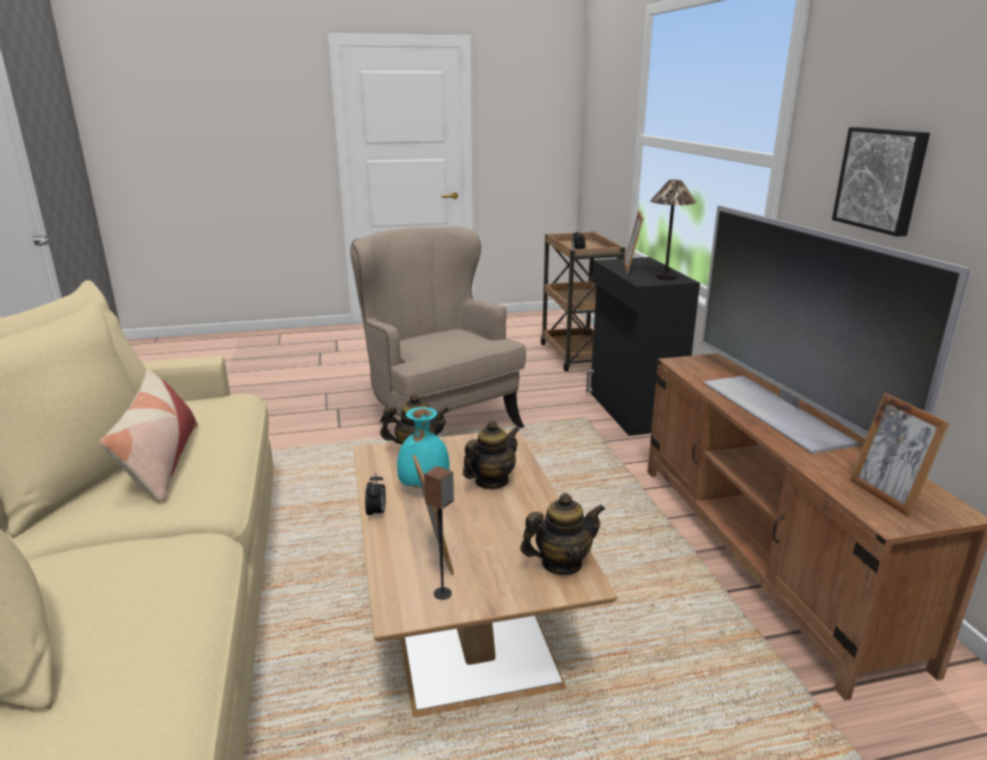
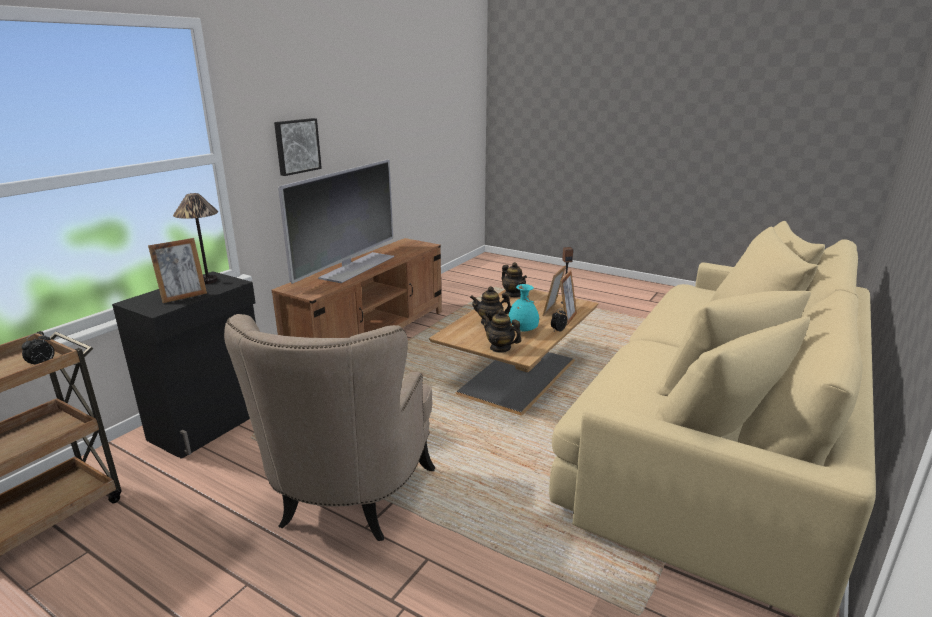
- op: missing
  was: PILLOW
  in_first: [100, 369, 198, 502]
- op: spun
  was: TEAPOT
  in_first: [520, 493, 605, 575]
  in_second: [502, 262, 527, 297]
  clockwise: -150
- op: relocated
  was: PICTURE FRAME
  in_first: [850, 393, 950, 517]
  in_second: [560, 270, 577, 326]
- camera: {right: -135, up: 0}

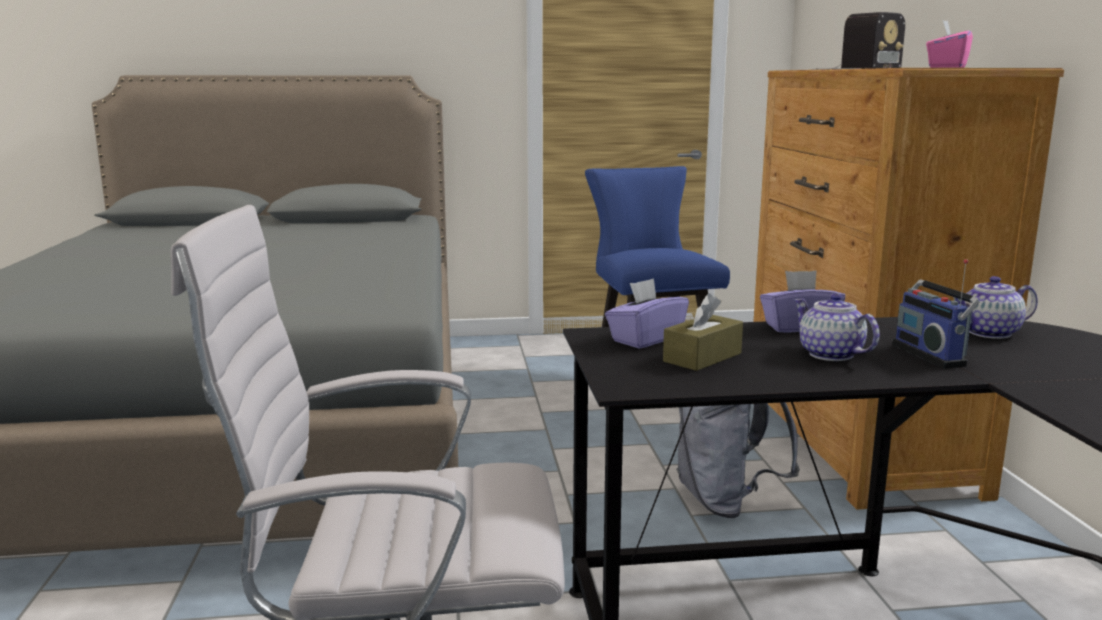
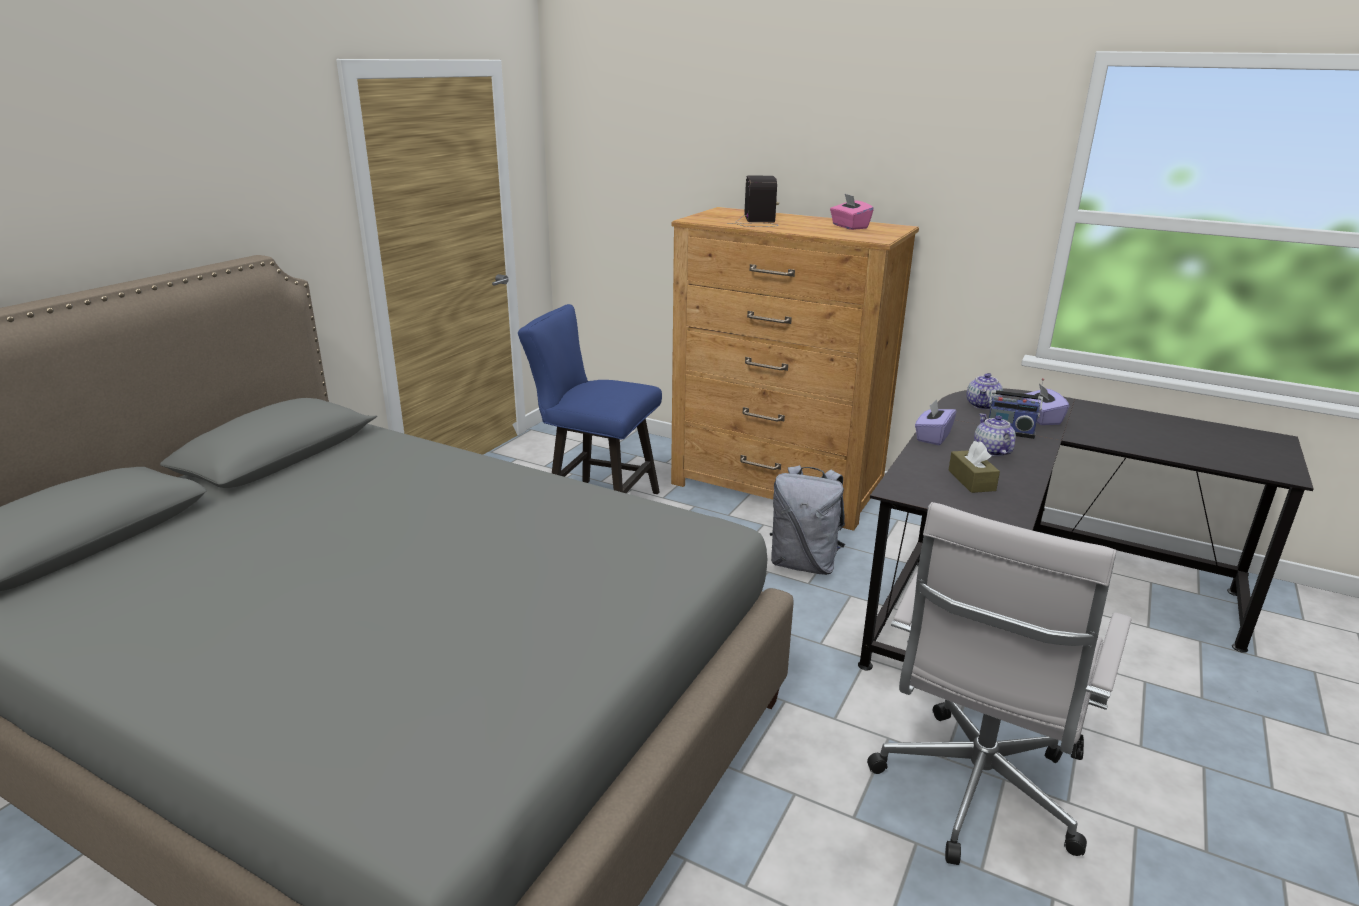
- op: relocated
  was: PURPLE TISSUE BOX
  in_first: [605, 278, 689, 349]
  in_second: [1021, 383, 1070, 425]
- op: spun
  was: TEAPOT
  in_first: [794, 293, 880, 361]
  in_second: [974, 414, 1016, 457]
  clockwise: 75
- camera: {right: -55, up: 10}

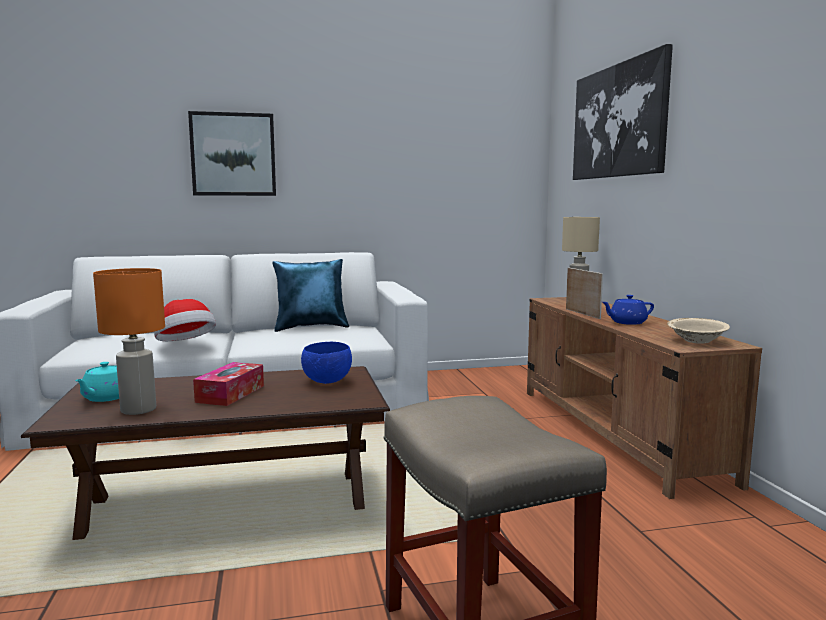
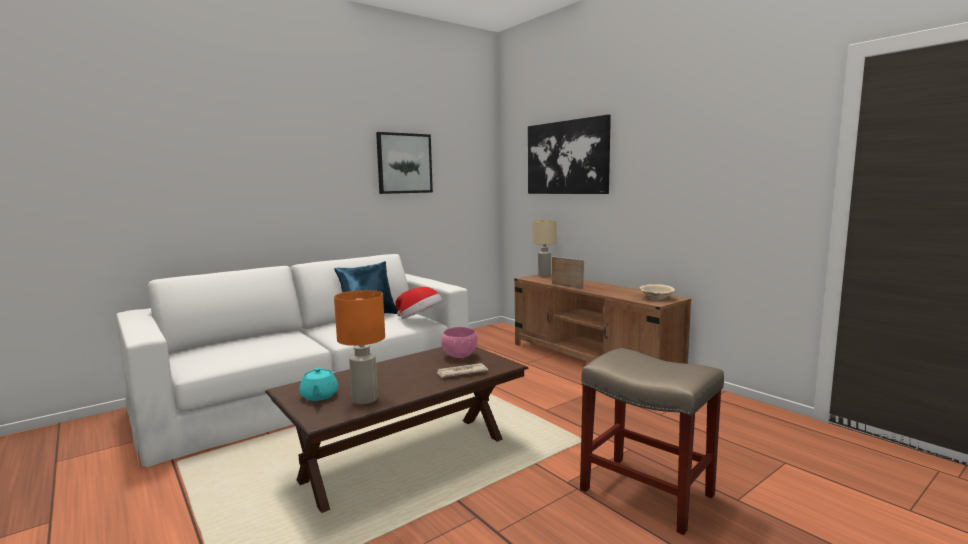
- op: relocated
  was: HAT
  in_first: [154, 299, 216, 341]
  in_second: [396, 287, 443, 319]
- op: relocated
  was: PICTURE
  in_first: [188, 111, 276, 196]
  in_second: [376, 132, 433, 194]
- op: missing
  was: TISSUE BOX
  in_first: [193, 362, 264, 406]
- op: colour
  was: BLUE BOWL
  now: PINK BOWL
  in_first: [301, 342, 352, 384]
  in_second: [441, 327, 478, 358]
- op: missing
  was: BLUE TEAPOT
  in_first: [602, 295, 654, 325]
- op: appeared
  now: NEWSPAPER
  in_second: [436, 363, 488, 378]
- camera: {right: -25, up: 0}

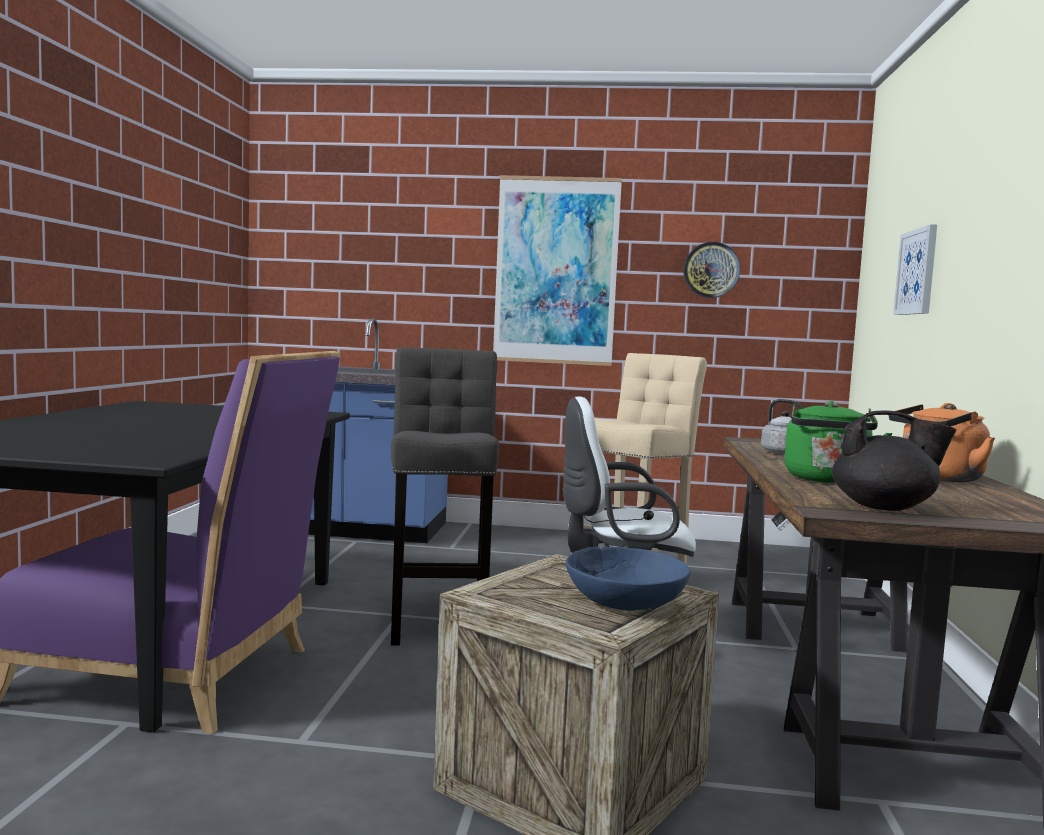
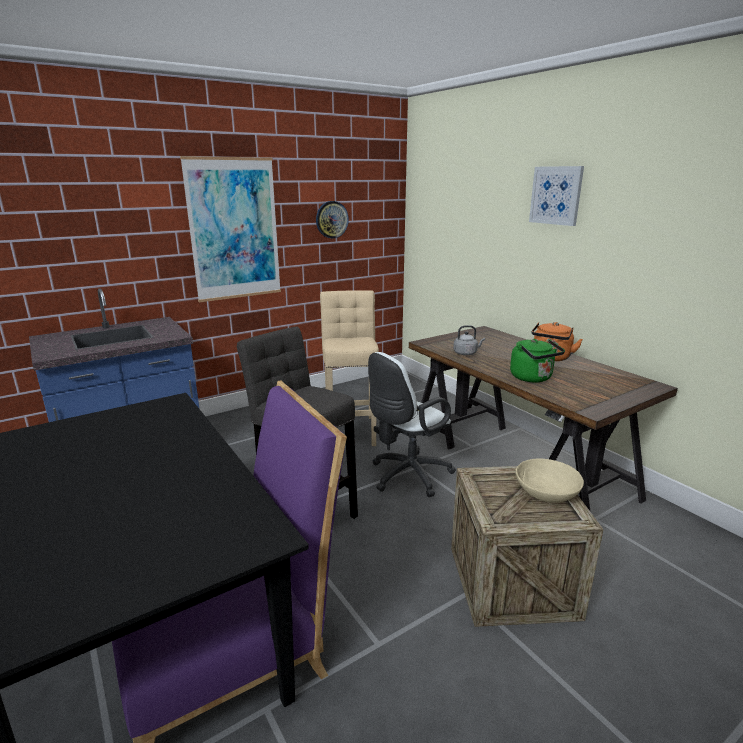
- op: colour
  was: BLUE BOWL
  now: BEIGE BOWL
  in_first: [565, 547, 690, 611]
  in_second: [515, 459, 584, 503]
- op: missing
  was: BLACK TEAPOT
  in_first: [832, 411, 957, 511]
- op: relocated
  was: PICTURE
  in_first: [893, 224, 937, 315]
  in_second: [529, 166, 584, 226]
- camera: {right: -40, up: 15}

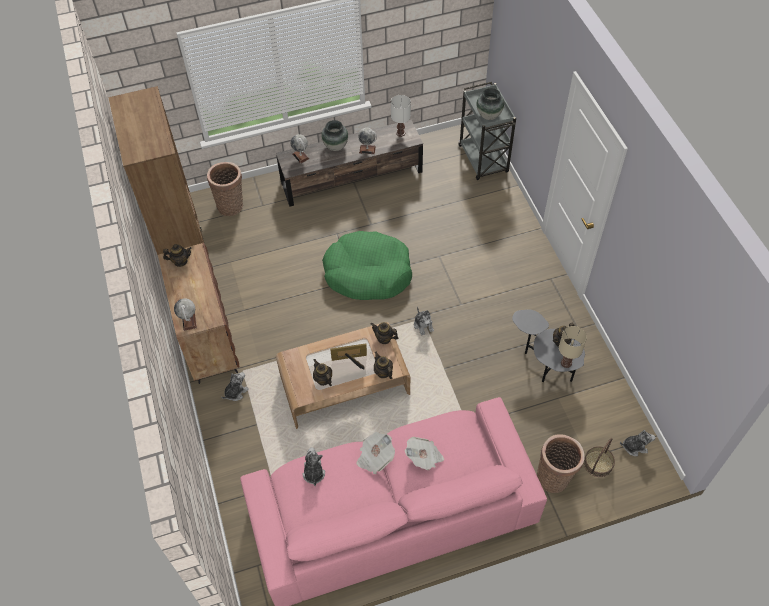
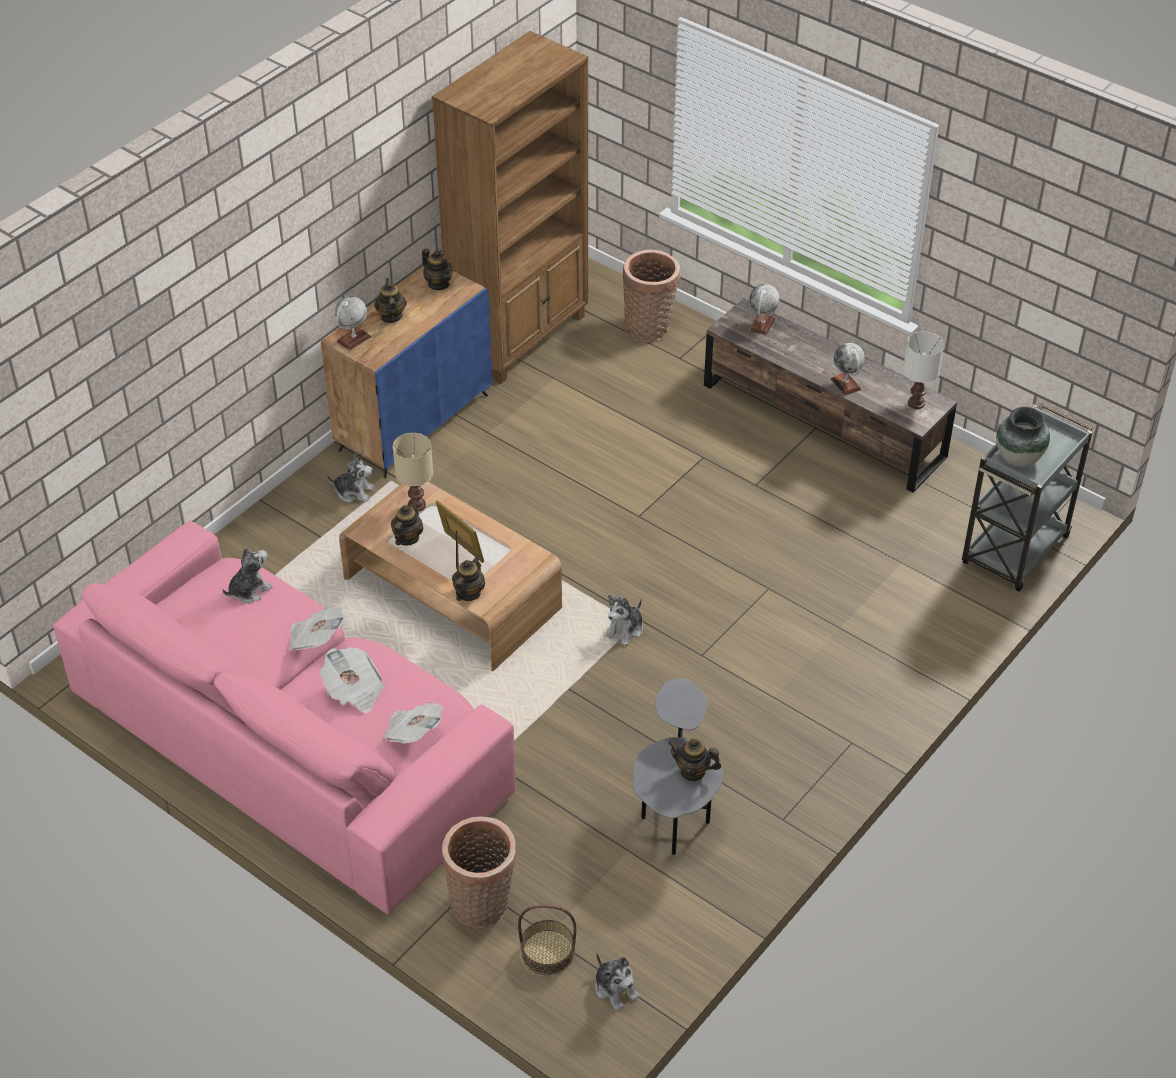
- op: colour
  was: BROWN CABINET
  now: BLUE CABINET
  in_first: [158, 243, 239, 384]
  in_second: [321, 266, 493, 478]
- op: missing
  was: VASE
  in_first: [321, 120, 348, 151]
- op: missing
  was: GREEN DOG BED
  in_first: [322, 231, 412, 300]
- op: relocated
  was: TEAPOT
  in_first: [371, 322, 398, 344]
  in_second: [374, 278, 407, 323]
- op: relocated
  was: BEIGE TABLE LAMP
  in_first: [559, 326, 587, 368]
  in_second: [393, 433, 433, 511]
- op: appeared
  now: NEWSPAPER
  in_second: [383, 702, 444, 744]
- camera: {right: 55, up: -10}

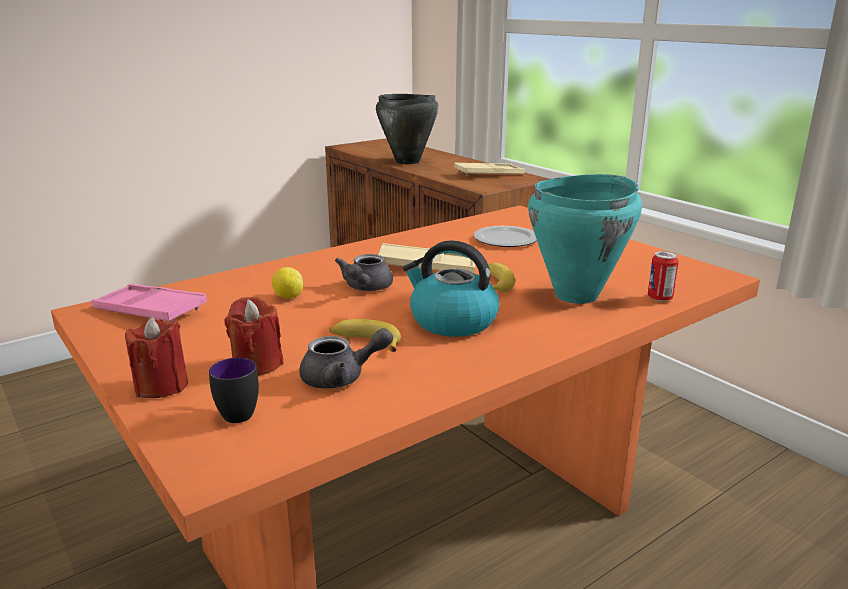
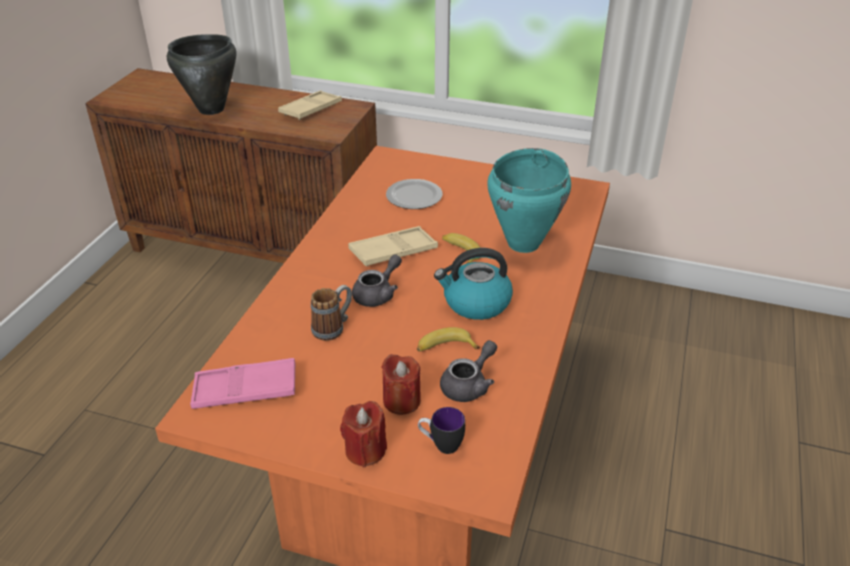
- op: exchanged
  was: LEMON
  now: MUG
  in_first: [272, 267, 303, 299]
  in_second: [311, 285, 352, 341]
- op: spun
  was: GREY TEAPOT
  in_first: [335, 254, 393, 291]
  in_second: [352, 254, 402, 307]
  clockwise: -120
- op: missing
  was: CAN
  in_first: [648, 251, 679, 302]
- camera: {right: -35, up: 15}

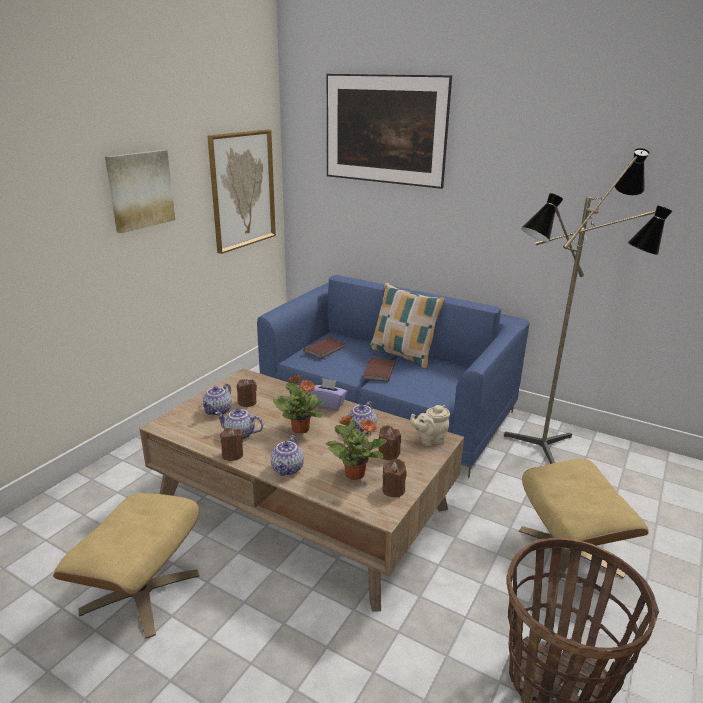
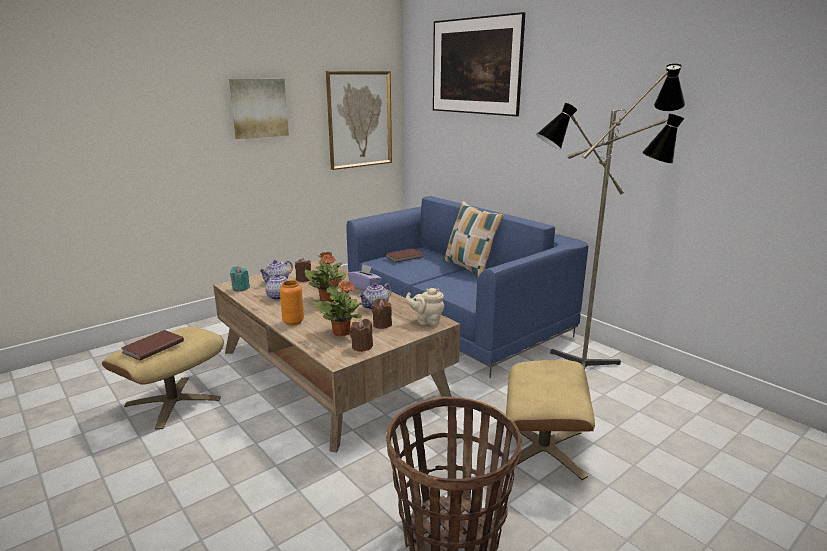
- op: missing
  was: BROWN CANDLE
  in_first: [220, 428, 243, 461]
- op: exchanged
  was: TEAPOT
  now: ORANGE VASE
  in_first: [271, 435, 304, 476]
  in_second: [280, 280, 304, 326]
- op: relocated
  was: BROWN BOOK
  in_first: [363, 358, 395, 382]
  in_second: [122, 330, 184, 361]
- op: appeared
  now: TURQUOISE CANDLE
  in_second: [230, 266, 250, 291]
- camera: {right: 20, up: -5}

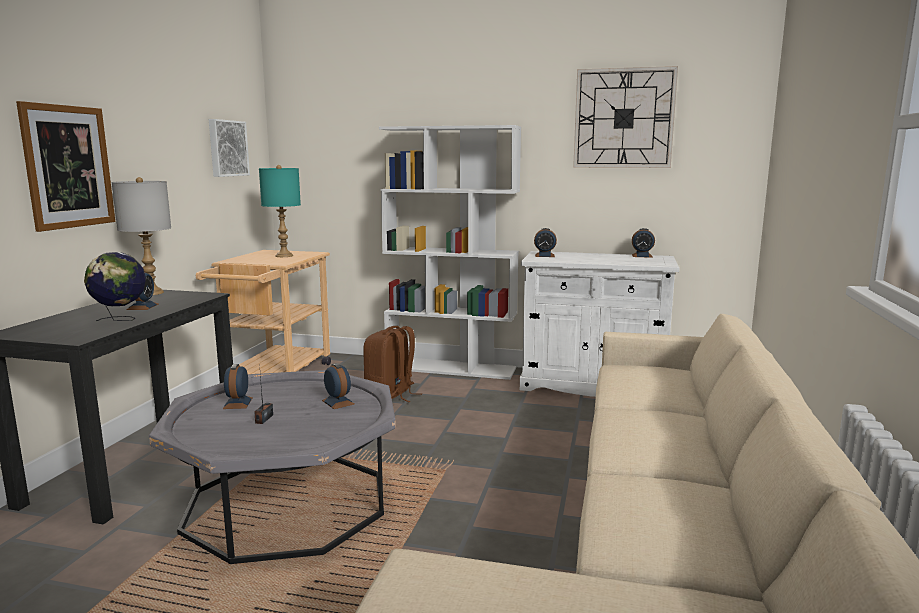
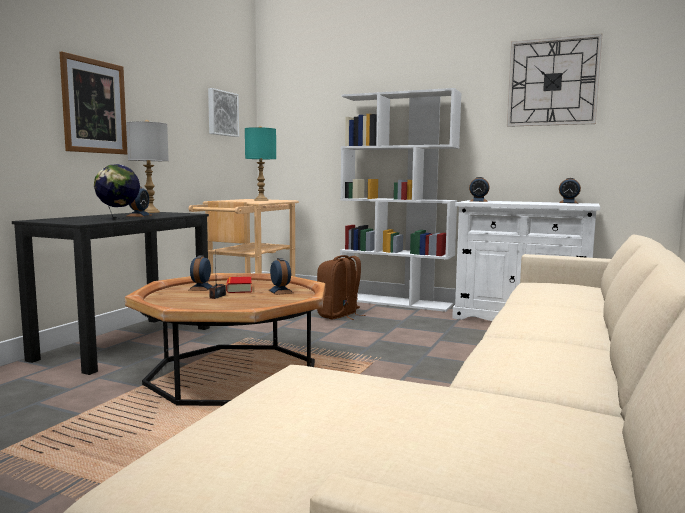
- op: colour
  was: GREY COFFEE TABLE
  now: BROWN COFFEE TABLE
  in_first: [149, 370, 396, 564]
  in_second: [125, 273, 326, 406]
- op: appeared
  now: BOOK
  in_second: [226, 277, 252, 293]
- camera: {right: 10, up: -5}

